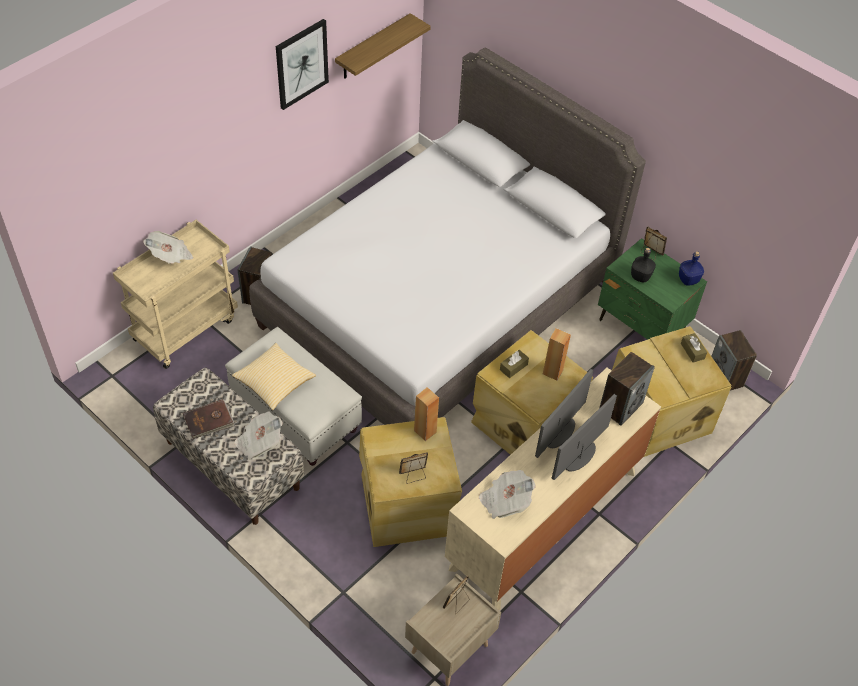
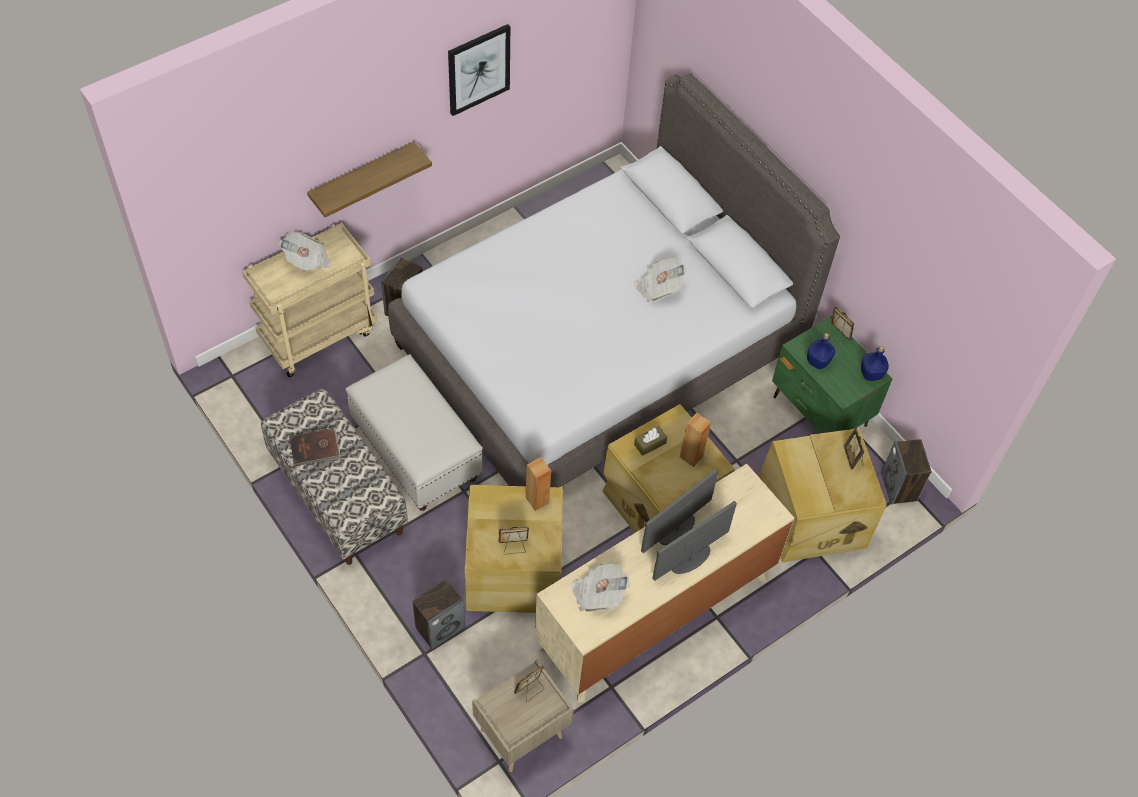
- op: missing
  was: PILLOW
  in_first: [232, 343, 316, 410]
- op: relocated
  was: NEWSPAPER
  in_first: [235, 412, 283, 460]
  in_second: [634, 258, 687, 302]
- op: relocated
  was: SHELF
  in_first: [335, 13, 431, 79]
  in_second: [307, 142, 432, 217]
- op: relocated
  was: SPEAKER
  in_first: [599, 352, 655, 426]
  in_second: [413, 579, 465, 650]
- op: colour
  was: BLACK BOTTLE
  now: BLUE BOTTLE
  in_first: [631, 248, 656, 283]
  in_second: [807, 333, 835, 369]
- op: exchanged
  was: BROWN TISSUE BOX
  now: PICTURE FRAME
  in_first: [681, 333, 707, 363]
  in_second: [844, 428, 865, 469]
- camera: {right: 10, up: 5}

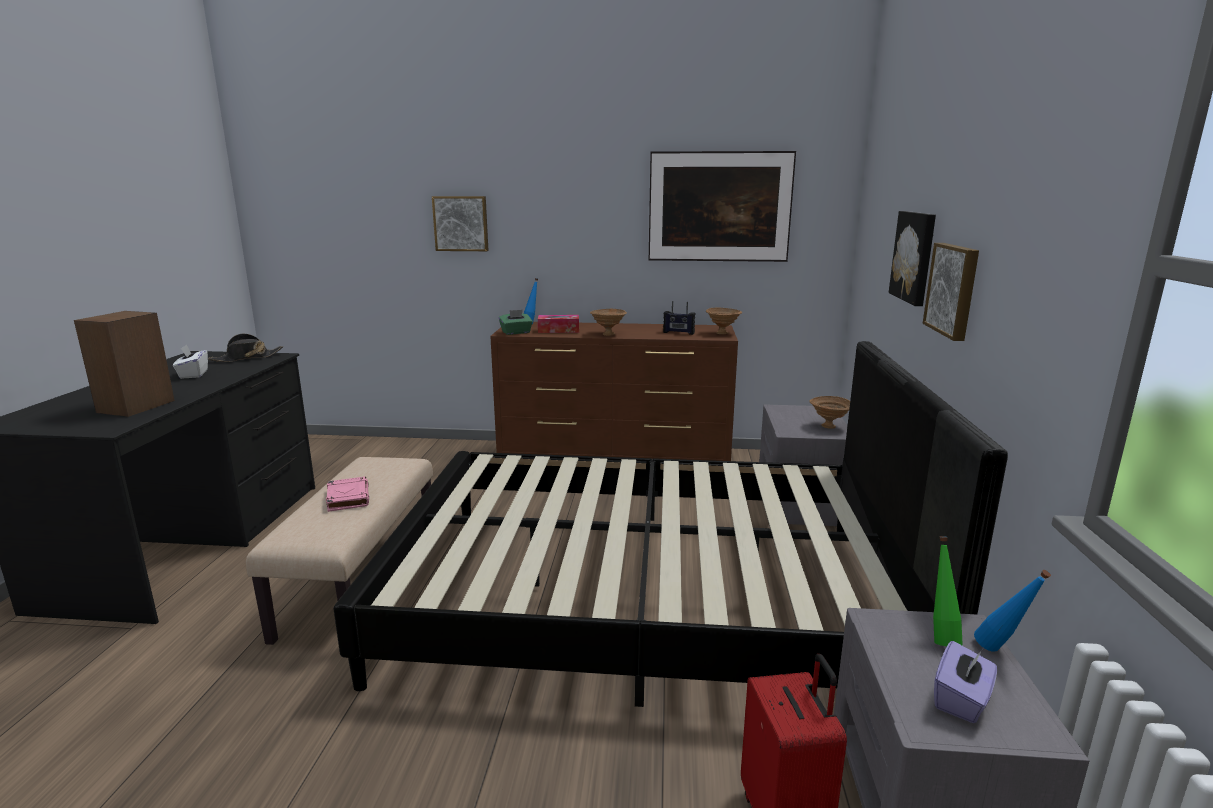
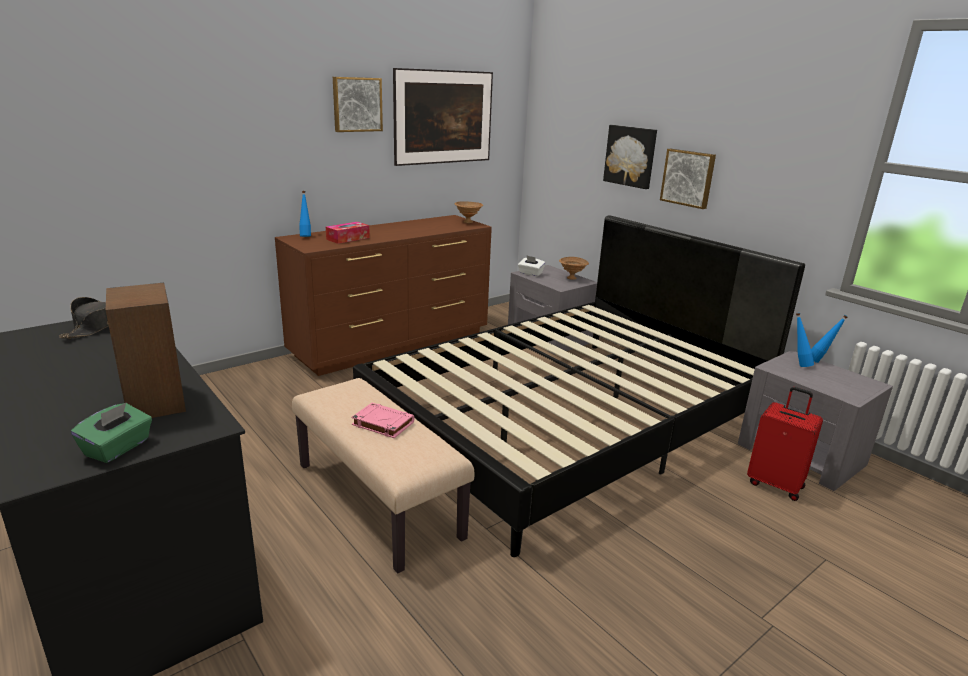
- op: relocated
  was: WHITE TISSUE BOX
  in_first: [173, 345, 208, 379]
  in_second: [518, 255, 545, 276]
- op: relocated
  was: PICTURE
  in_first: [432, 196, 488, 251]
  in_second: [333, 77, 383, 132]
- op: relocated
  was: GREEN TISSUE BOX
  in_first: [499, 310, 533, 335]
  in_second: [71, 403, 152, 463]
- op: missing
  was: BROWN BOWL
  in_first: [590, 309, 627, 336]
- op: missing
  was: RADIO
  in_first: [663, 301, 695, 335]
- op: colour
  was: GREEN BOTTLE
  now: BLUE BOTTLE
  in_first: [933, 537, 963, 646]
  in_second: [796, 313, 814, 367]
- op: missing
  was: PURPLE TISSUE BOX
  in_first: [934, 641, 997, 723]
- camera: {right: -45, up: 5}

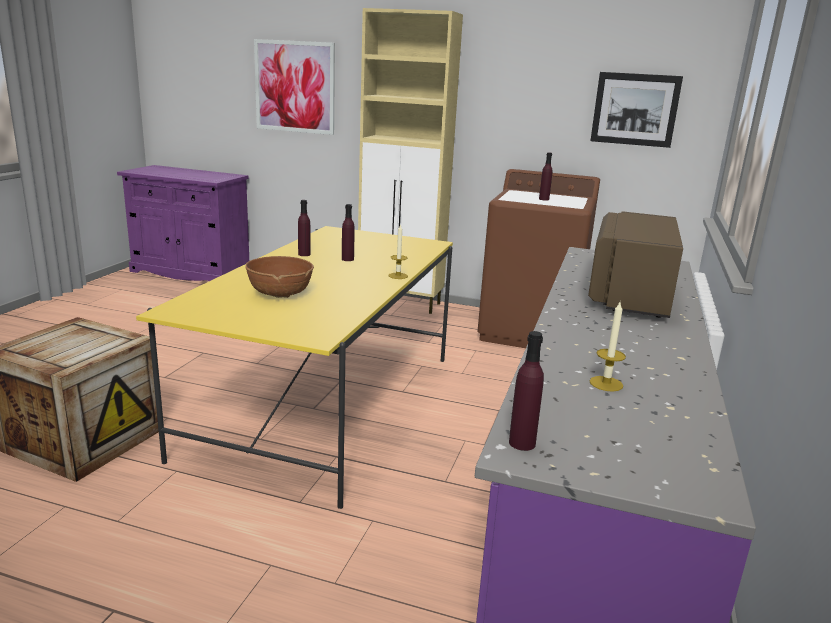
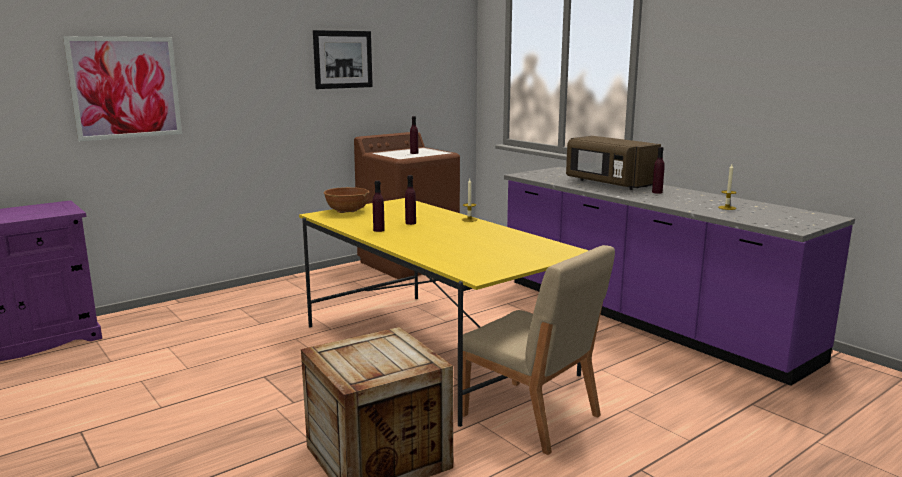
- op: relocated
  was: BROWN BOWL
  in_first: [245, 256, 314, 298]
  in_second: [324, 187, 369, 213]
- op: missing
  was: BEIGE CABINET
  in_first: [358, 8, 463, 314]
- op: relocated
  was: PURPLE BOTTLE
  in_first: [509, 331, 544, 451]
  in_second: [652, 147, 665, 194]
- op: relocated
  was: PICTURE
  in_first: [590, 72, 683, 148]
  in_second: [313, 30, 373, 89]
- op: appeared
  now: BEIGE CHAIR
  in_second: [462, 245, 615, 455]
- camera: {right: -55, up: -5}

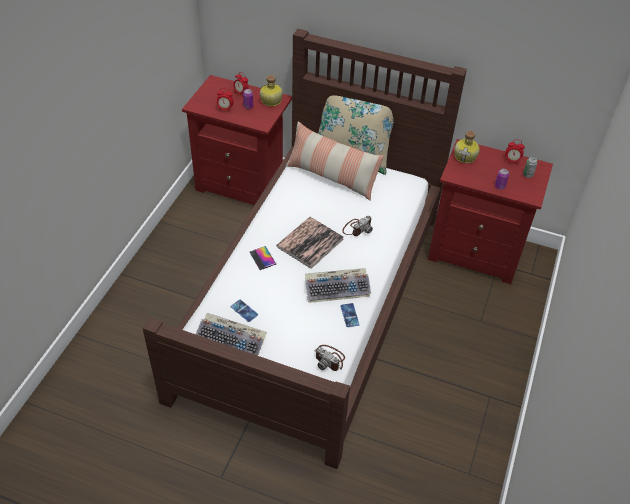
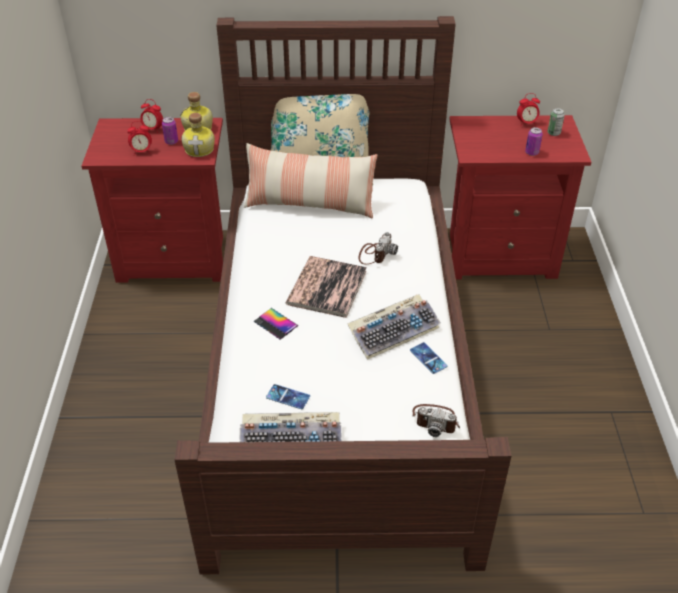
- op: relocated
  was: BOTTLE
  in_first: [454, 131, 480, 163]
  in_second: [181, 113, 215, 157]
- camera: {right: -20, up: -5}

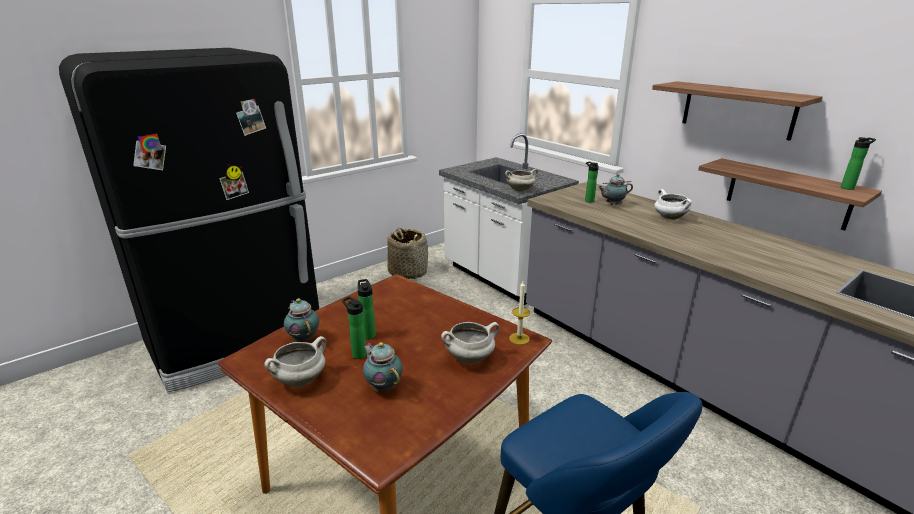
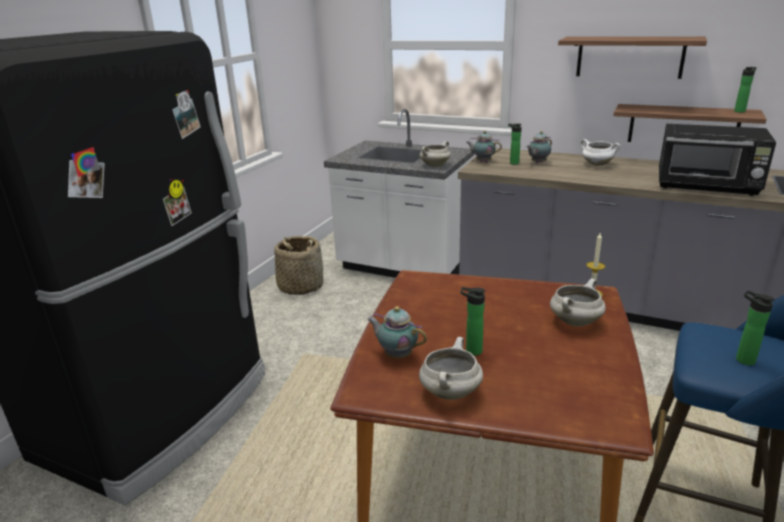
- op: relocated
  was: BOTTLE
  in_first: [357, 279, 376, 339]
  in_second: [736, 291, 775, 365]
- op: relocated
  was: TEAPOT
  in_first: [363, 342, 403, 392]
  in_second: [466, 131, 502, 162]
- op: appeared
  now: BLACK MICROWAVE
  in_second: [659, 124, 776, 196]
- camera: {right: -25, up: 0}

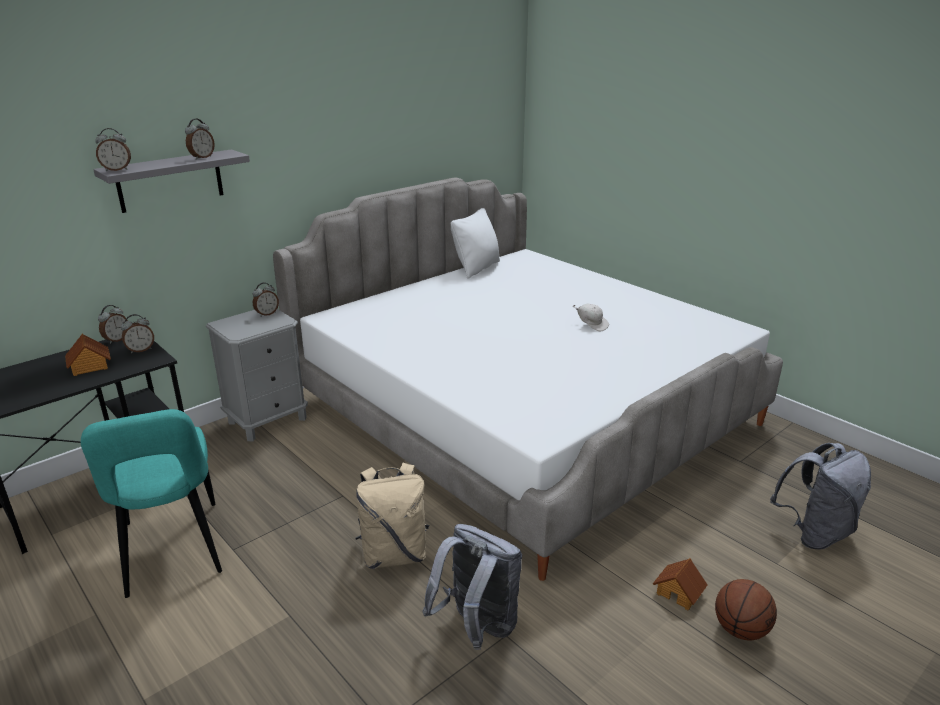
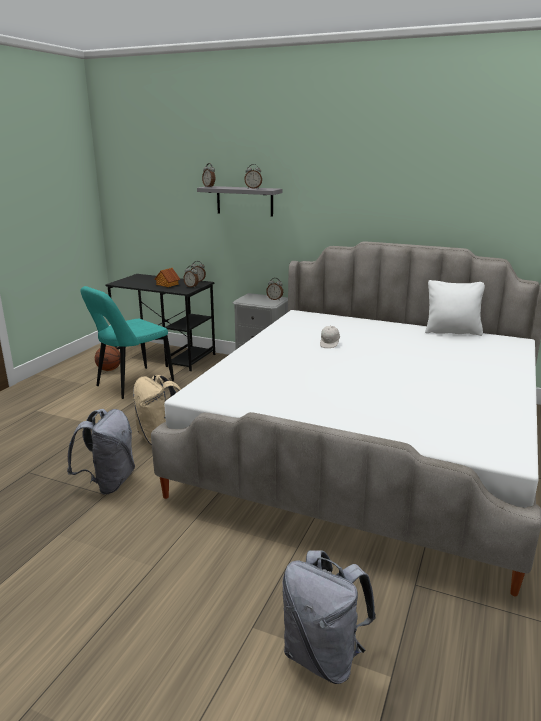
- op: relocated
  was: WHITE CAP
  in_first: [573, 304, 609, 332]
  in_second: [320, 326, 340, 348]
- op: missing
  was: TOY HOUSE
  in_first: [653, 558, 708, 610]
- op: relocated
  was: BASKETBALL
  in_first: [715, 579, 777, 640]
  in_second: [95, 345, 120, 371]
- camera: {right: 65, up: -5}

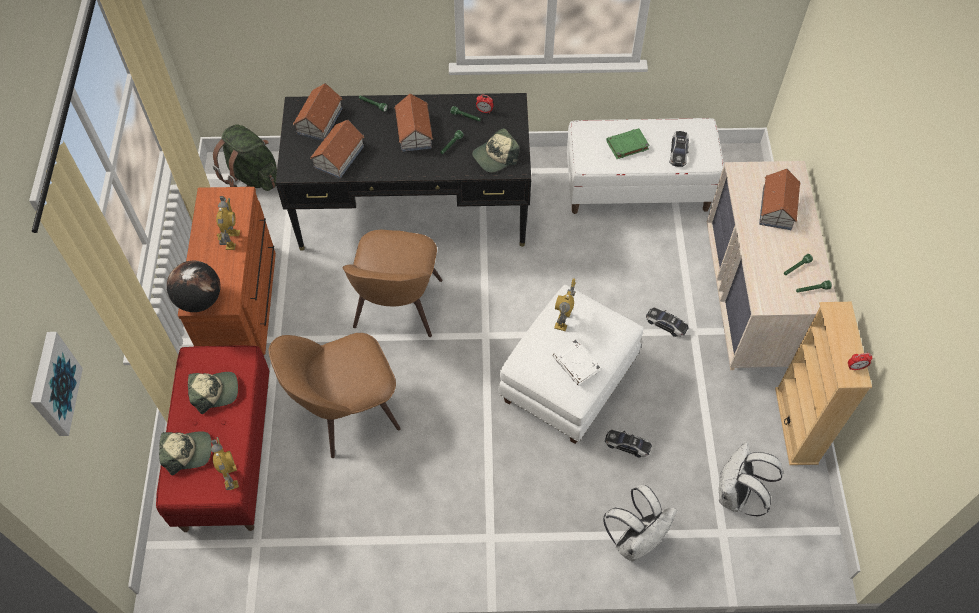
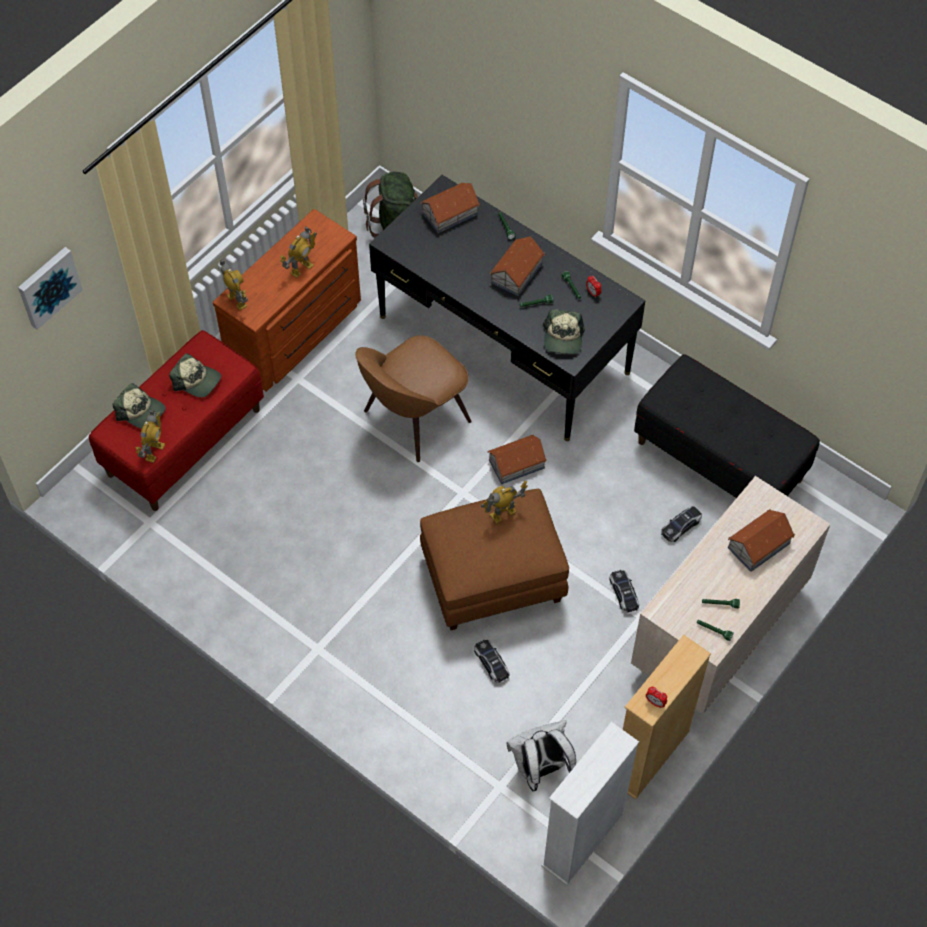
- op: exchanged
  was: GLOBE
  now: TOY ROBOT
  in_first: [167, 261, 221, 312]
  in_second: [220, 259, 248, 310]
- op: missing
  was: BROWN CHAIR
  in_first: [269, 333, 401, 458]
- op: relocated
  was: TOY HOUSE
  in_first: [310, 120, 364, 179]
  in_second: [487, 435, 547, 484]
- op: spun
  was: CAP
  in_first: [472, 128, 519, 173]
  in_second: [542, 309, 585, 355]
  clockwise: -90
- op: colour
  was: WHITE OTTOMAN
  now: BROWN OTTOMAN
  in_first: [498, 285, 644, 444]
  in_second: [420, 489, 569, 630]
- op: missing
  was: WHITE BOOK
  in_first: [553, 339, 601, 386]
- op: colour
  was: WHITE BENCH
  now: BLACK BENCH
  in_first: [567, 118, 724, 214]
  in_second: [634, 354, 820, 498]
- op: missing
  was: WHITE BACKPACK
  in_first: [603, 485, 677, 561]
- op: missing
  was: GREEN BOOK
  in_first: [606, 128, 650, 159]
- op: relocated
  was: TOY CAR
  in_first: [670, 131, 689, 167]
  in_second: [661, 506, 702, 542]
- op: appeared
  now: WHITE BOOKCASE
  in_second: [541, 722, 639, 885]
- camera: {right: 40, up: 0}

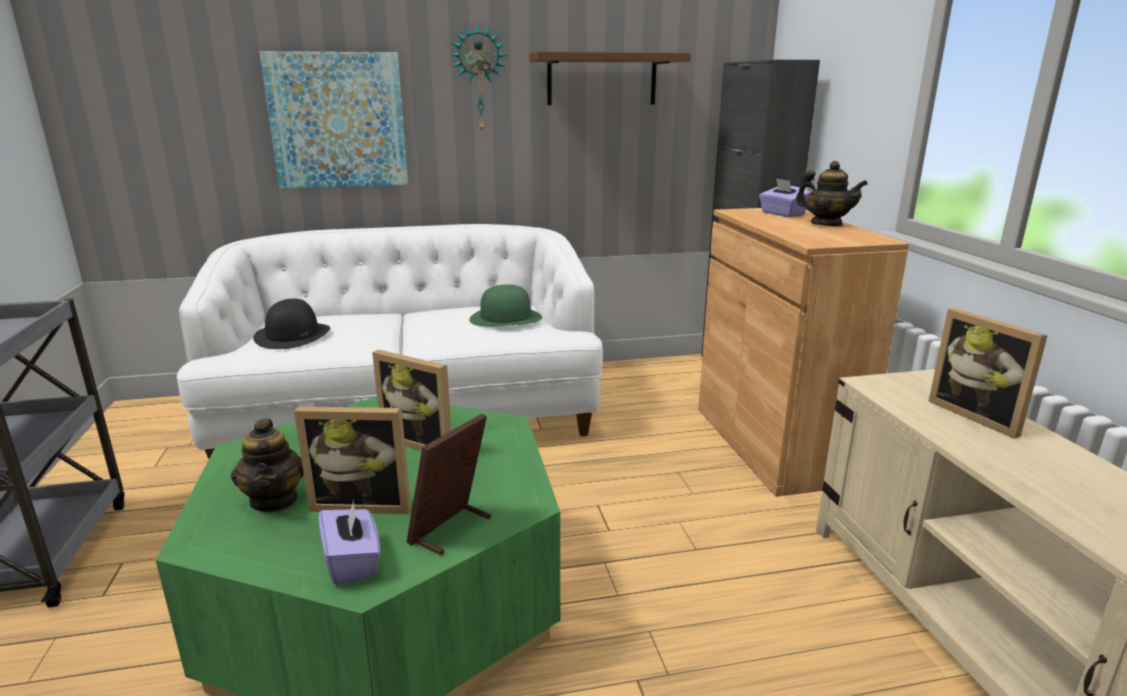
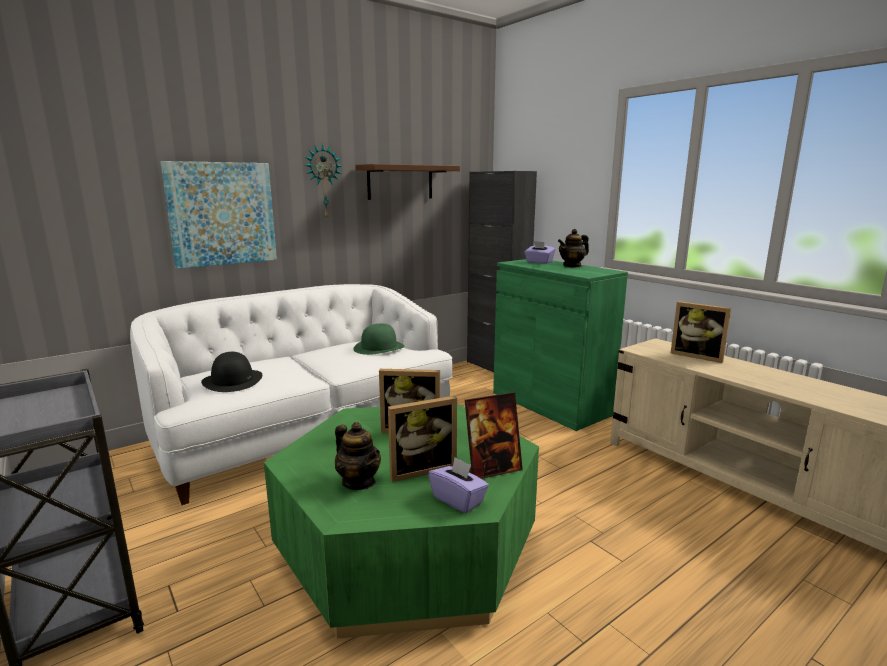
- op: spun
  was: PICTURE FRAME
  in_first: [407, 414, 491, 555]
  in_second: [465, 392, 523, 479]
  clockwise: -120
- op: colour
  was: BROWN CABINET
  now: GREEN CABINET
  in_first: [698, 208, 909, 497]
  in_second: [493, 259, 628, 431]
- op: spun
  was: TEAPOT
  in_first: [796, 161, 868, 226]
  in_second: [558, 229, 589, 267]
  clockwise: 135
- camera: {right: -25, up: -5}

